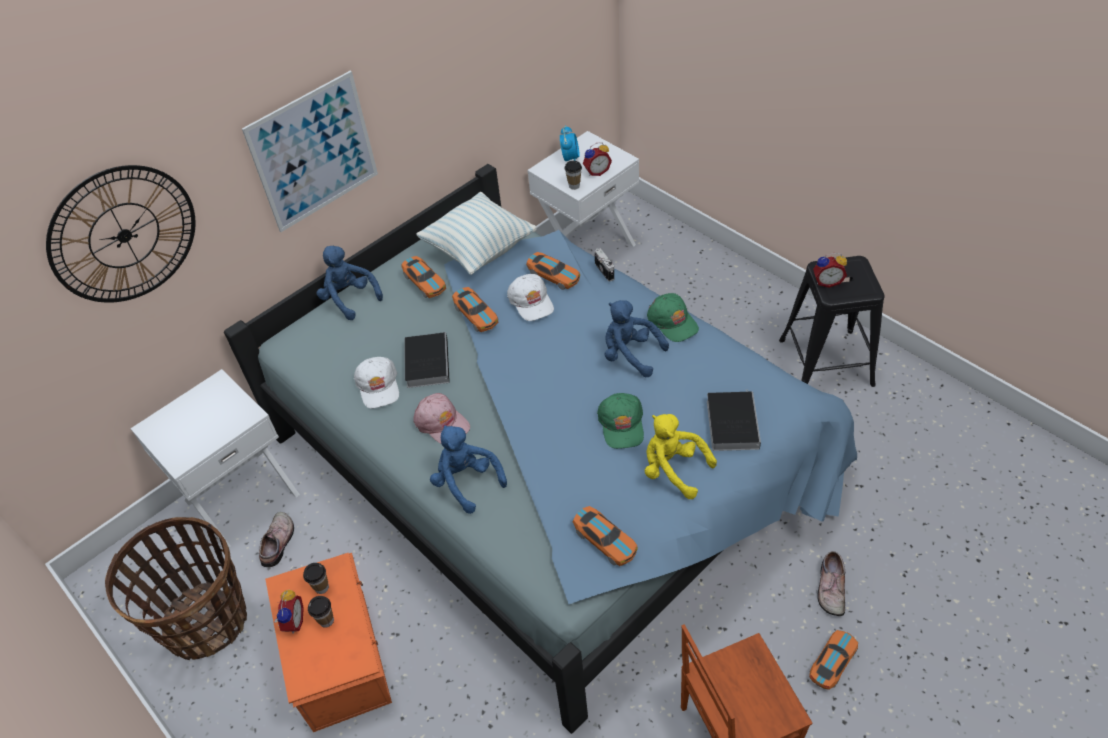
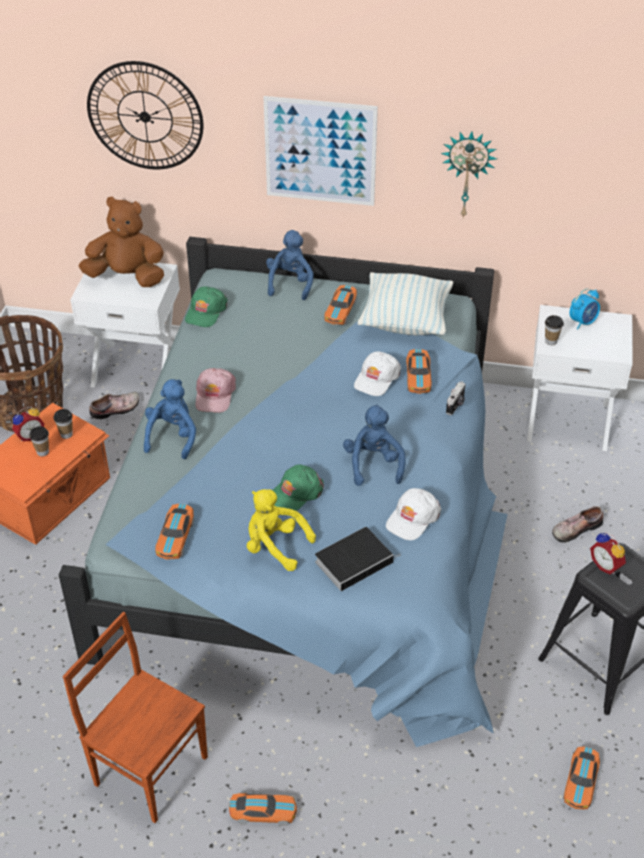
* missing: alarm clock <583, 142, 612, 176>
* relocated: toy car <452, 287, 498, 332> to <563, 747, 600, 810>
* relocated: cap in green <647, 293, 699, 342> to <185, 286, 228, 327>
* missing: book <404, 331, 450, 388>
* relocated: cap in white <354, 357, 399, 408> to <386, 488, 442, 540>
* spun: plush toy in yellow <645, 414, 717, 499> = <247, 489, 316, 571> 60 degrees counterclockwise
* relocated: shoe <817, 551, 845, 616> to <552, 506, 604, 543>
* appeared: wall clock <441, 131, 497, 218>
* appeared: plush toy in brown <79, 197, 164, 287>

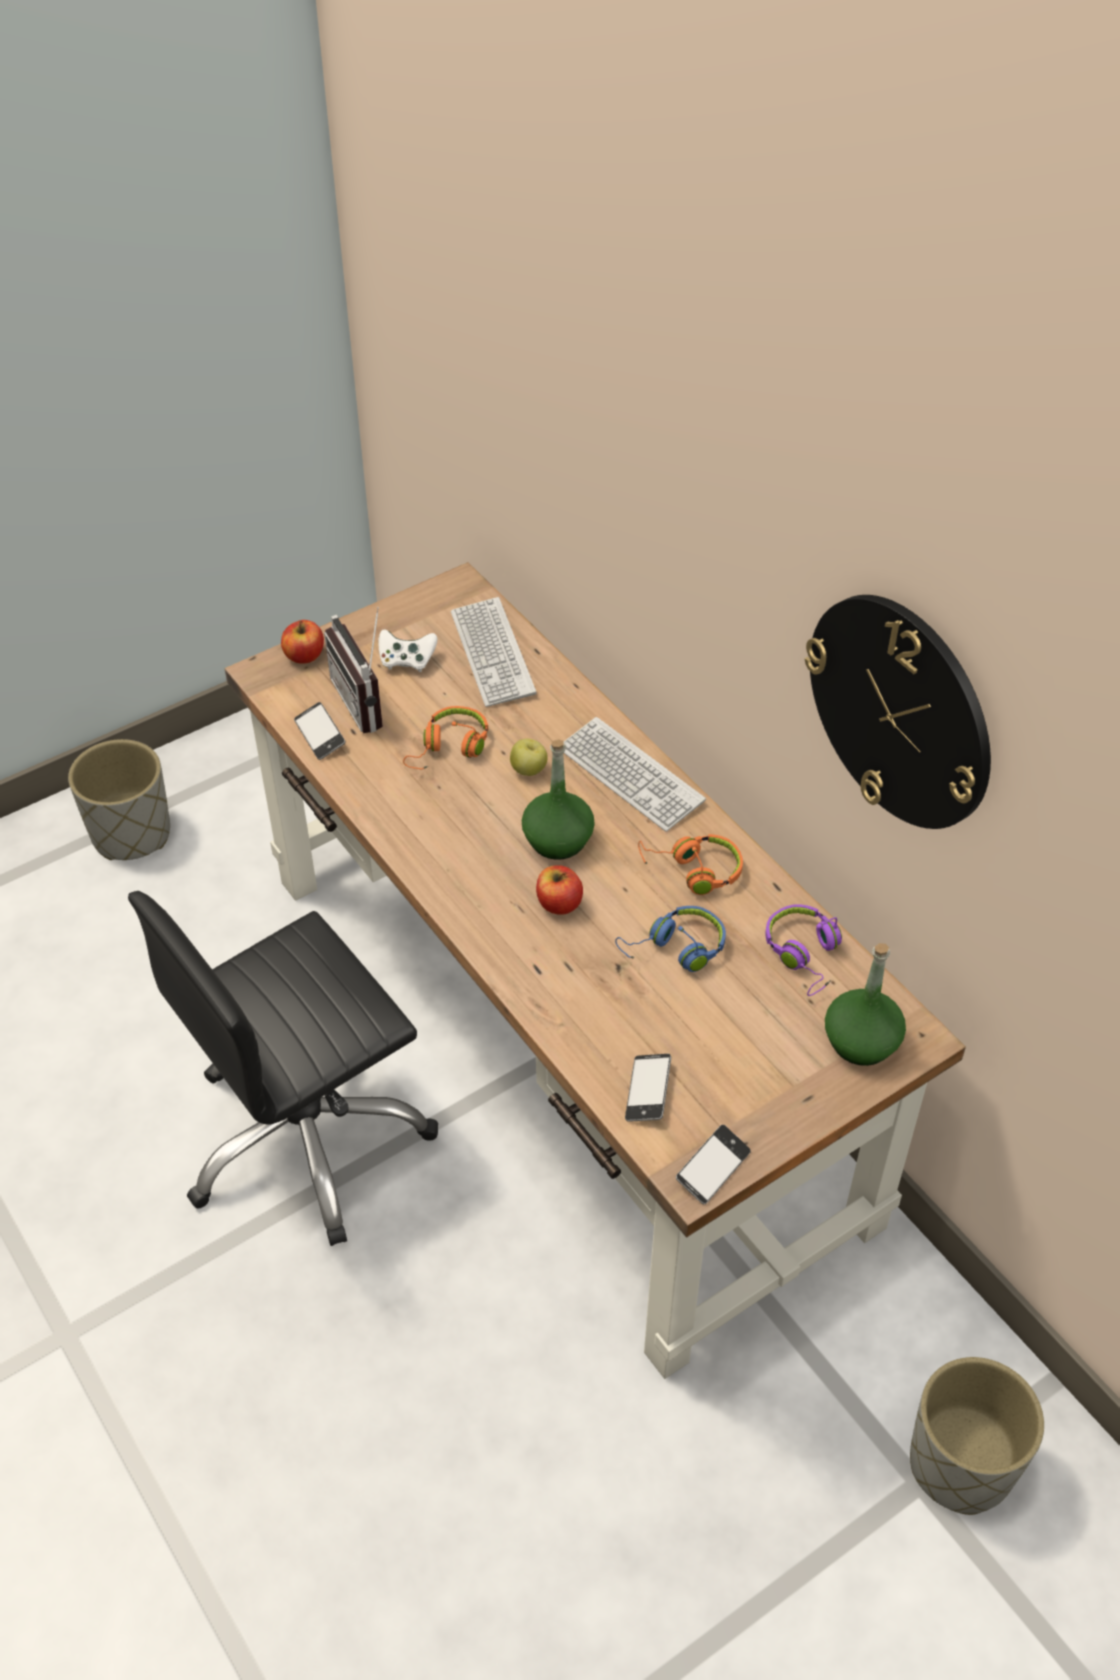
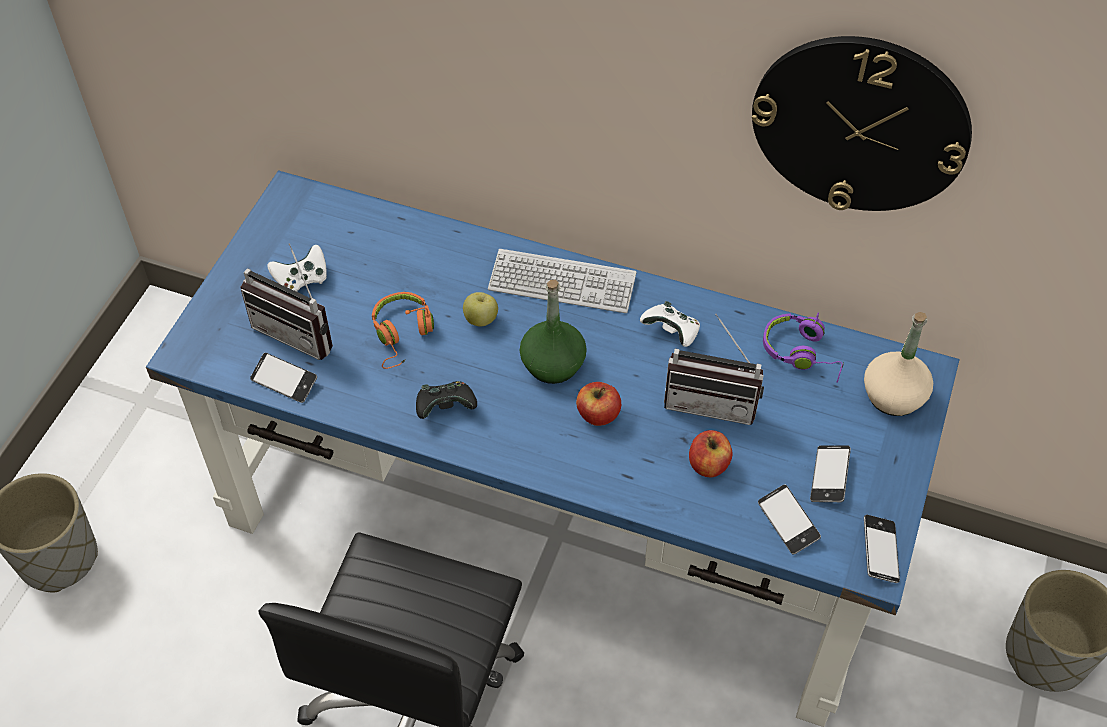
* colour: desk in brown <224, 562, 966, 1379> to desk in blue <146, 170, 960, 727>
* missing: keyboard <451, 597, 536, 707>
* relocated: apple <281, 620, 324, 664> to <689, 430, 733, 477>
* exchanged: headphones in orange <638, 834, 743, 895> to game controller in white <640, 301, 700, 347>
* exchanged: headphones in blue <615, 906, 726, 972> to radio <664, 314, 764, 425>
* colour: bottle in green <825, 943, 906, 1066> to bottle in beige <864, 312, 933, 416>
* appeared: game controller in black <416, 381, 477, 419>
* appeared: phone <810, 445, 851, 502>

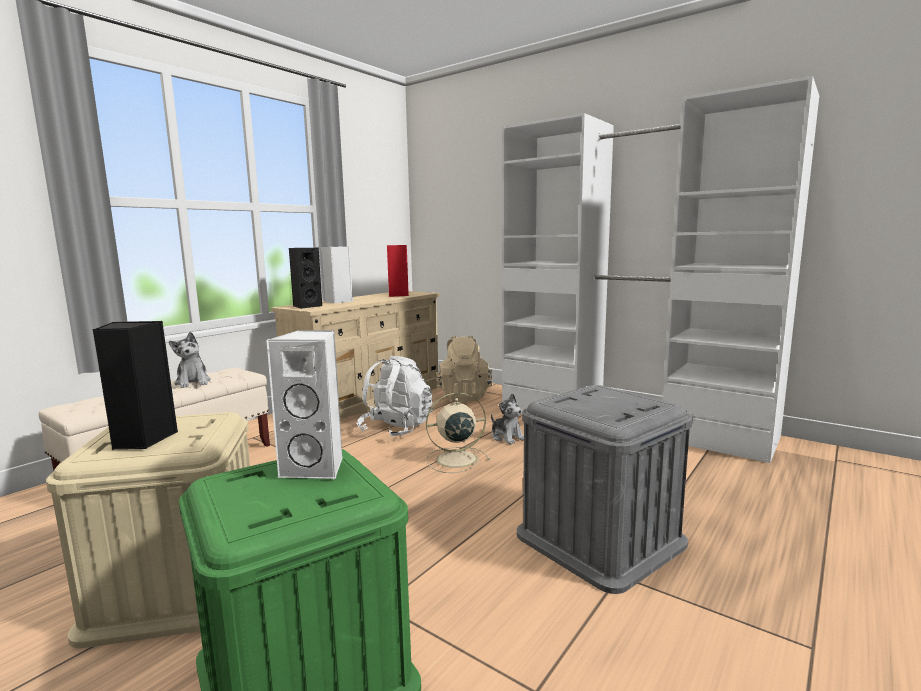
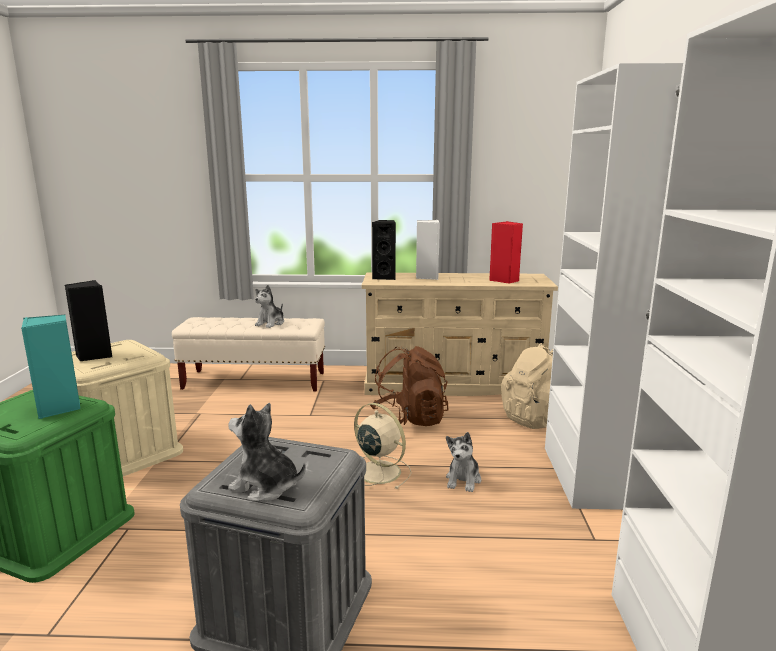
* colour: speaker in white <267, 330, 343, 480> to speaker in turquoise <21, 315, 80, 419>
* colour: backpack in white <357, 356, 433, 438> to backpack in brown <370, 346, 448, 426>
* appeared: plush toy <228, 403, 306, 502>

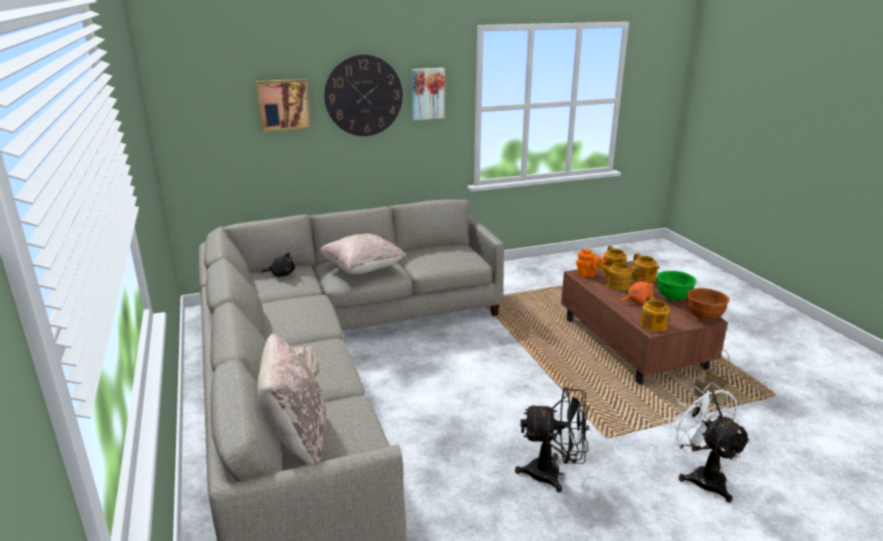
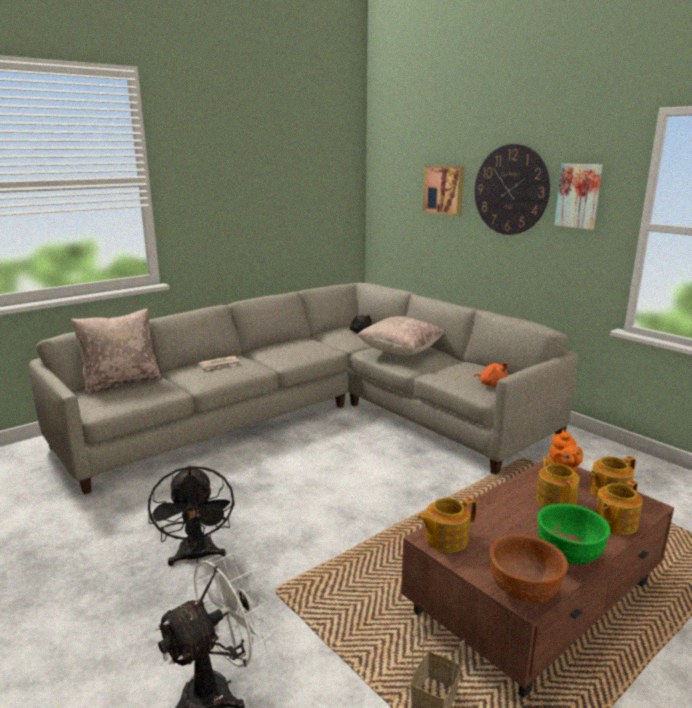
* relocated: plush toy in orange <620, 277, 654, 304> to <474, 363, 508, 387>

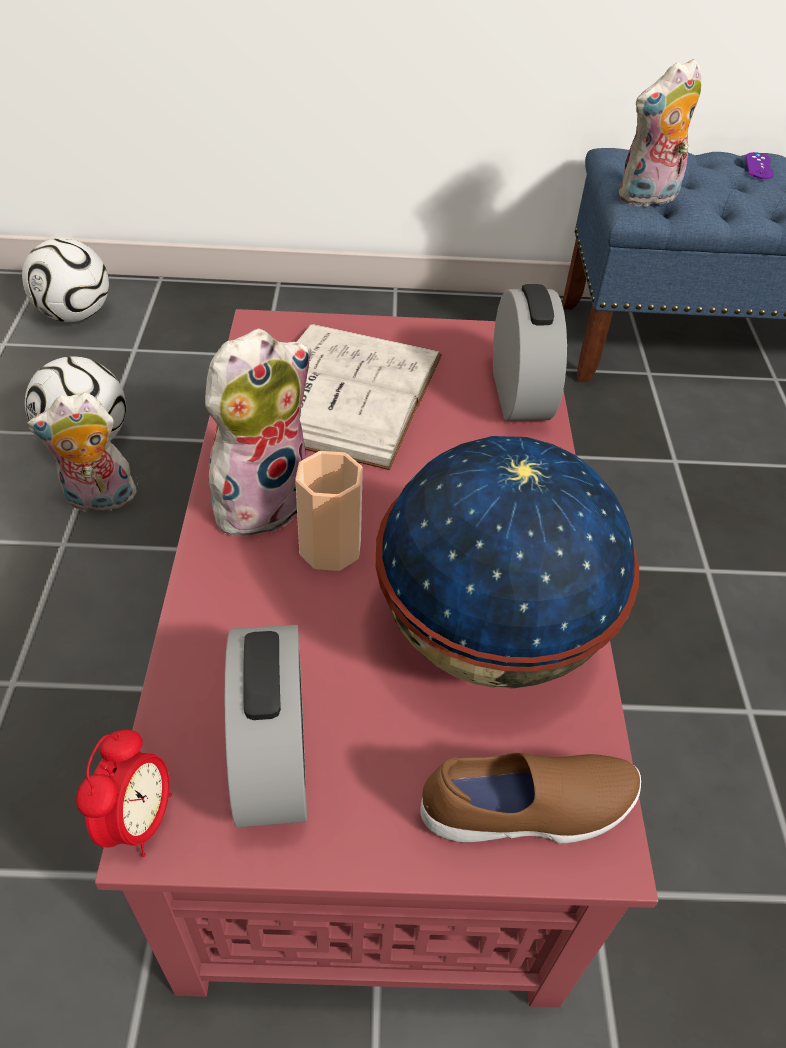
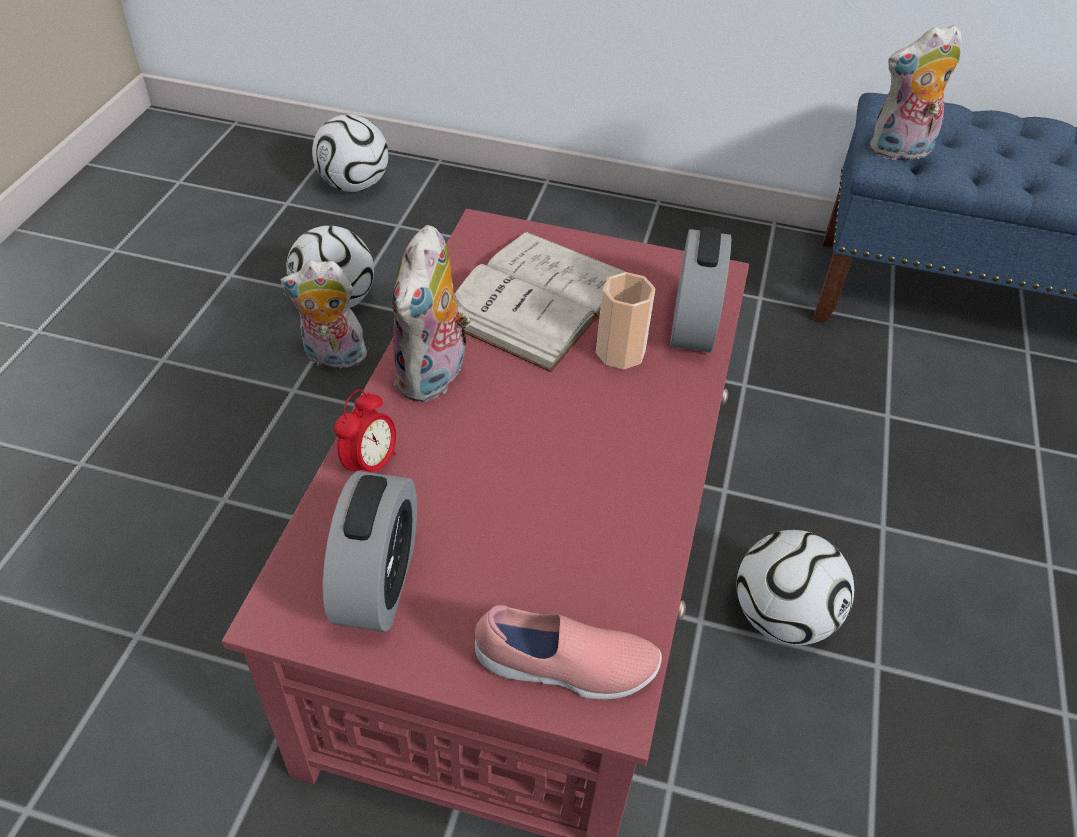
* missing: game controller in purple <746, 152, 774, 179>
* spun: plush toy <205, 329, 312, 542> = <392, 225, 471, 402> 135 degrees clockwise
* missing: globe <376, 436, 639, 688>
* relocated: cup <295, 451, 363, 571> to <596, 272, 655, 369>
* relocated: alarm clock <76, 730, 172, 857> to <334, 389, 396, 473>
* colour: shoe in brown <420, 753, 641, 843> to shoe in pink <475, 605, 662, 699>
* appeared: football <737, 530, 854, 645>

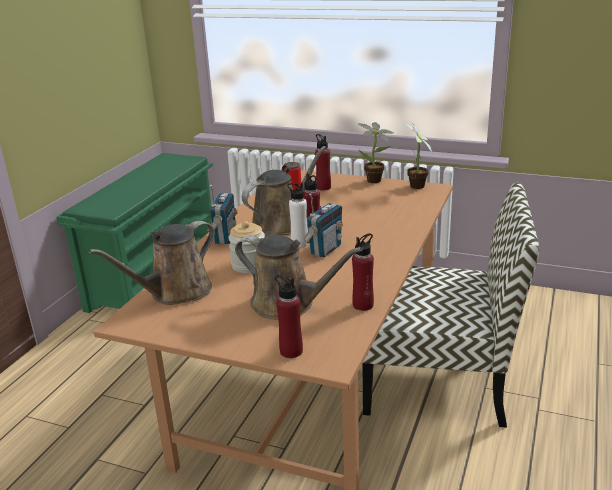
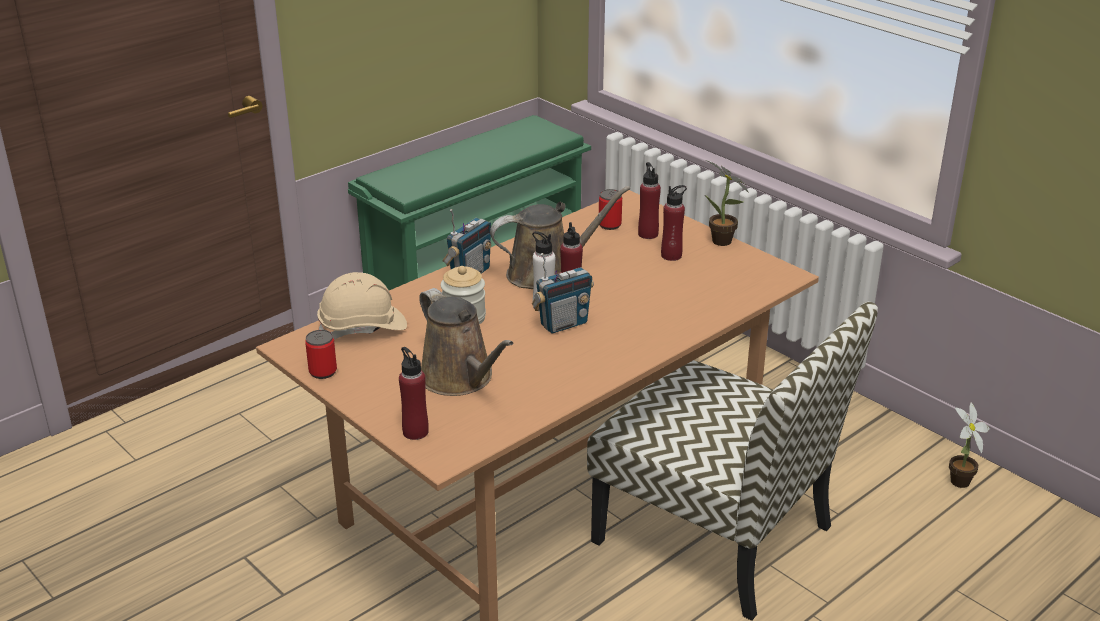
* relocated: potted plant <406, 123, 432, 189> to <949, 402, 990, 488>
* exchanged: watering can in brown <89, 221, 215, 305> to hard hat in beige <317, 272, 407, 339>
* relocated: bottle in red <352, 233, 374, 311> to <661, 185, 687, 261>
* appeared: can <305, 330, 337, 379>

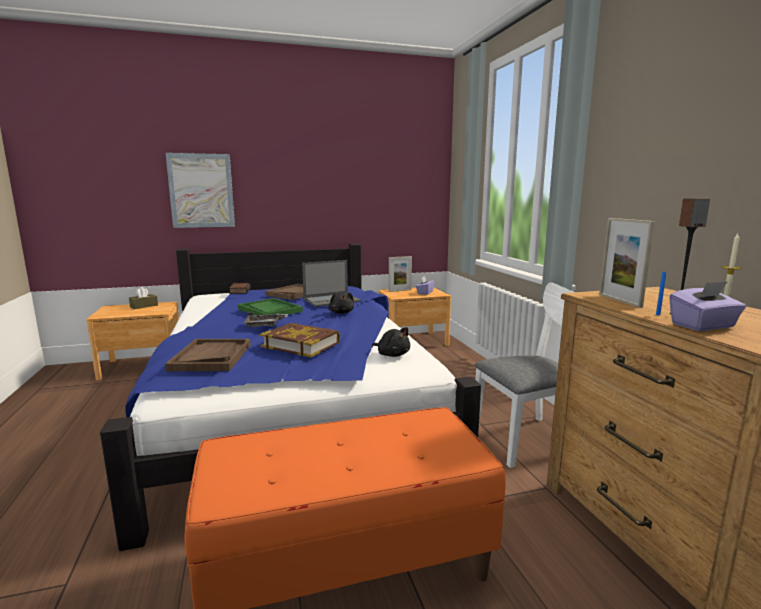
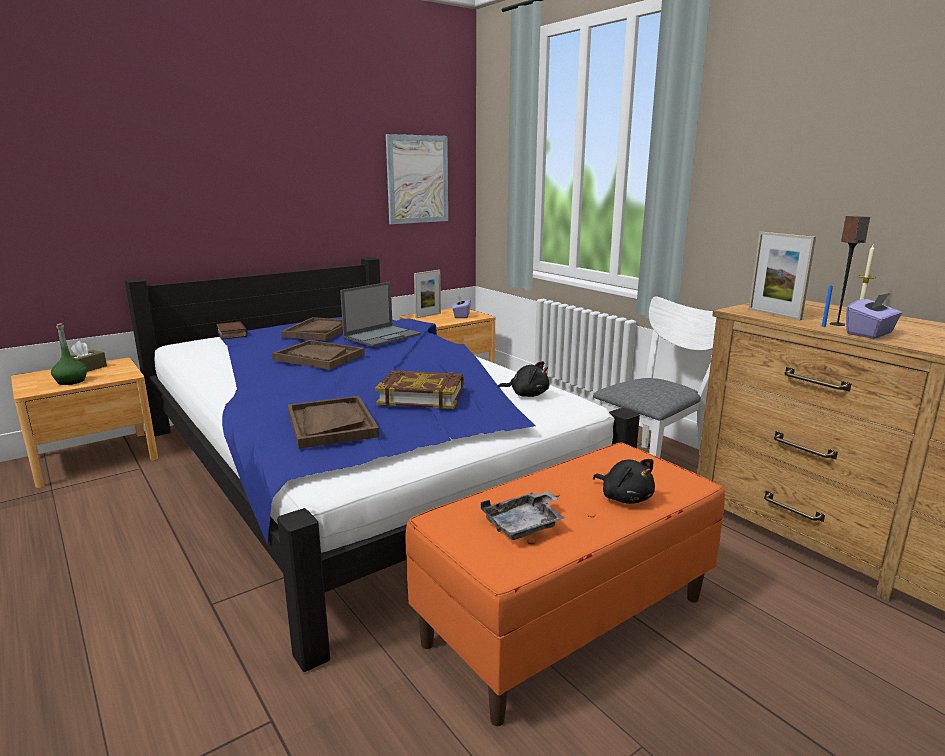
* relocated: picture <165, 153, 235, 228> to <386, 134, 448, 224>
* relocated: plush toy in black <328, 293, 354, 314> to <593, 459, 655, 504>
* colour: tray in green <238, 298, 303, 315> to tray in brown <272, 340, 365, 370>
* relocated: tray in grey <243, 312, 288, 327> to <481, 491, 565, 540>
* appeared: bottle in green <51, 323, 87, 385>

